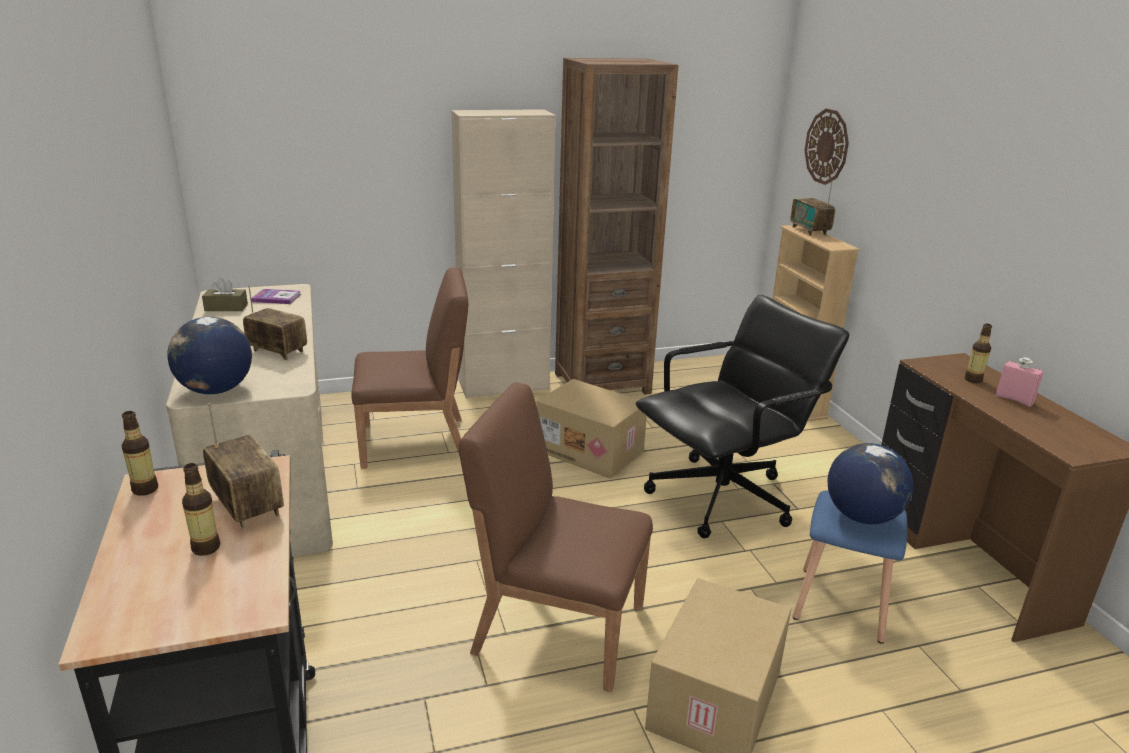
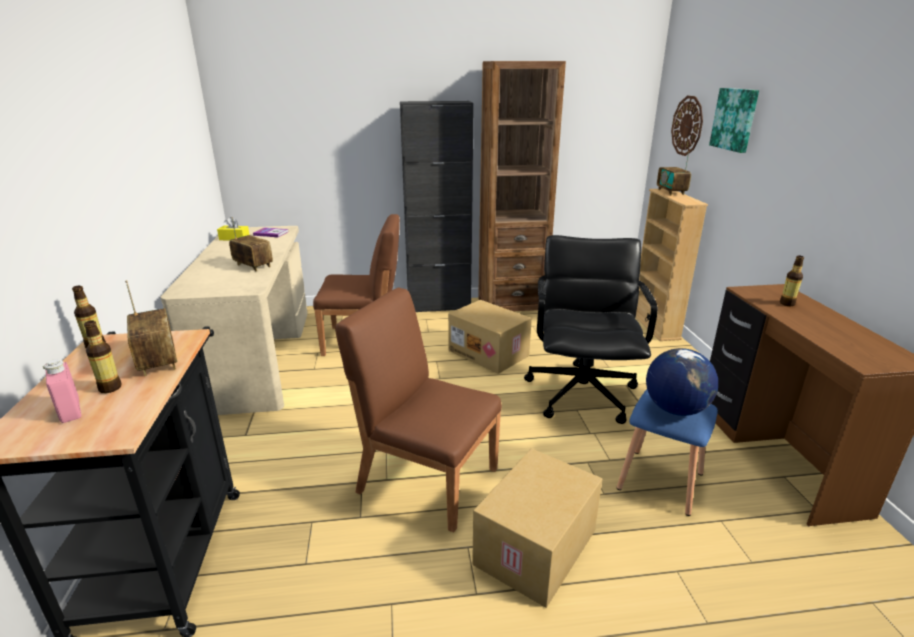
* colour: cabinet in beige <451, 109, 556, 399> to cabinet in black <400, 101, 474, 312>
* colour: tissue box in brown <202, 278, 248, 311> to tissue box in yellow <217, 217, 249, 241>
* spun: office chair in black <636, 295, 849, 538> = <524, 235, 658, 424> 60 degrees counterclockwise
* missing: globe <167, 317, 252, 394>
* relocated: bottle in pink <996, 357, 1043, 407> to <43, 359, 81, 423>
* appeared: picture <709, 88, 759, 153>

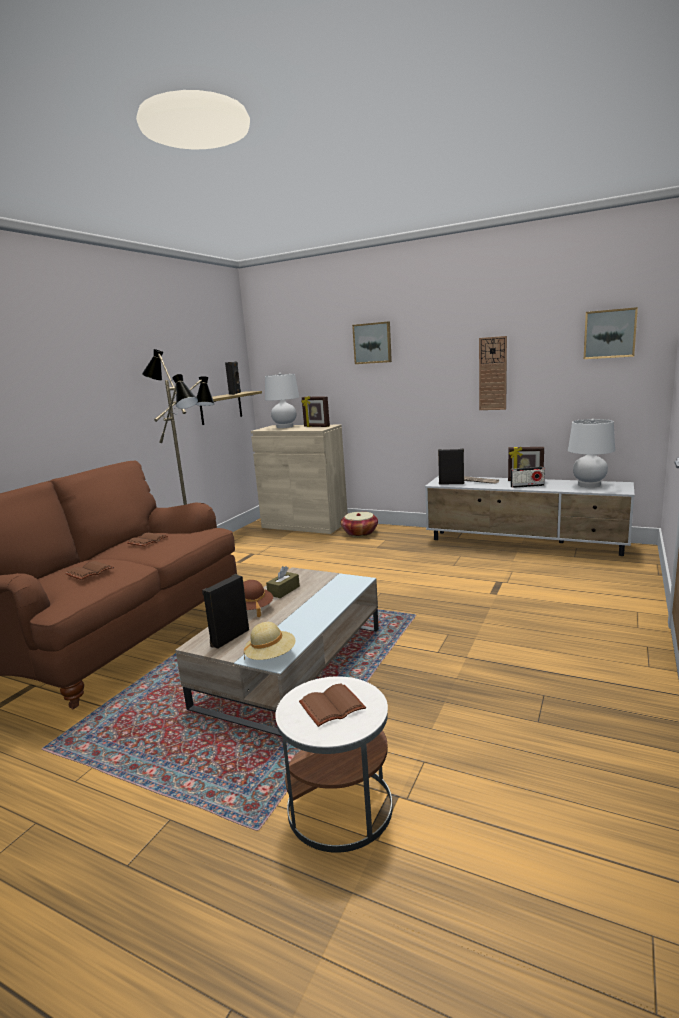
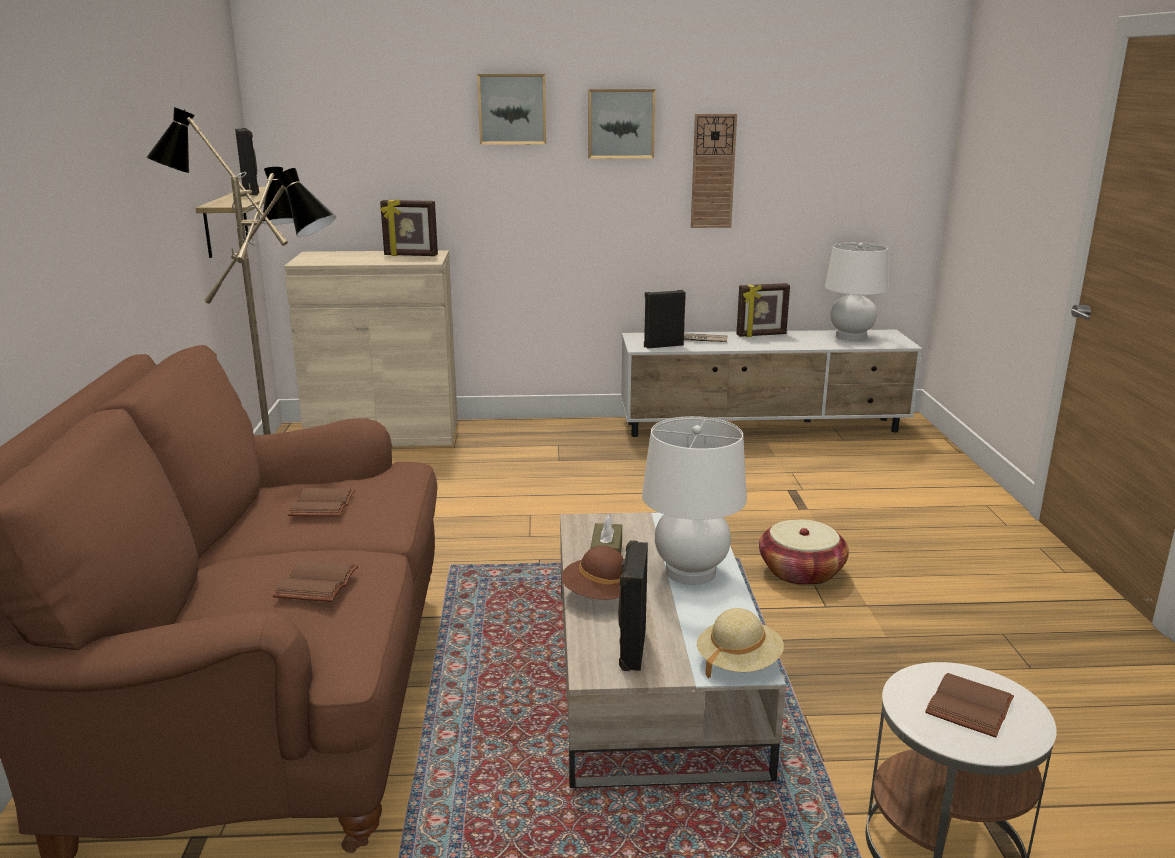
* relocated: picture <584, 307, 638, 359> to <588, 89, 656, 159>
* relocated: table lamp in white <265, 373, 299, 428> to <642, 416, 747, 585>
* missing: radio <511, 467, 545, 488>
* relocated: basket <341, 512, 378, 537> to <759, 519, 849, 586>

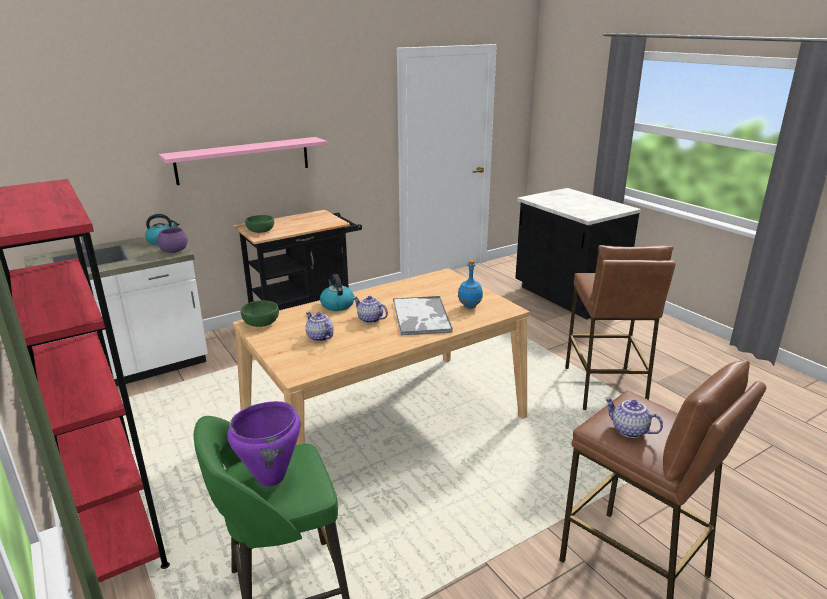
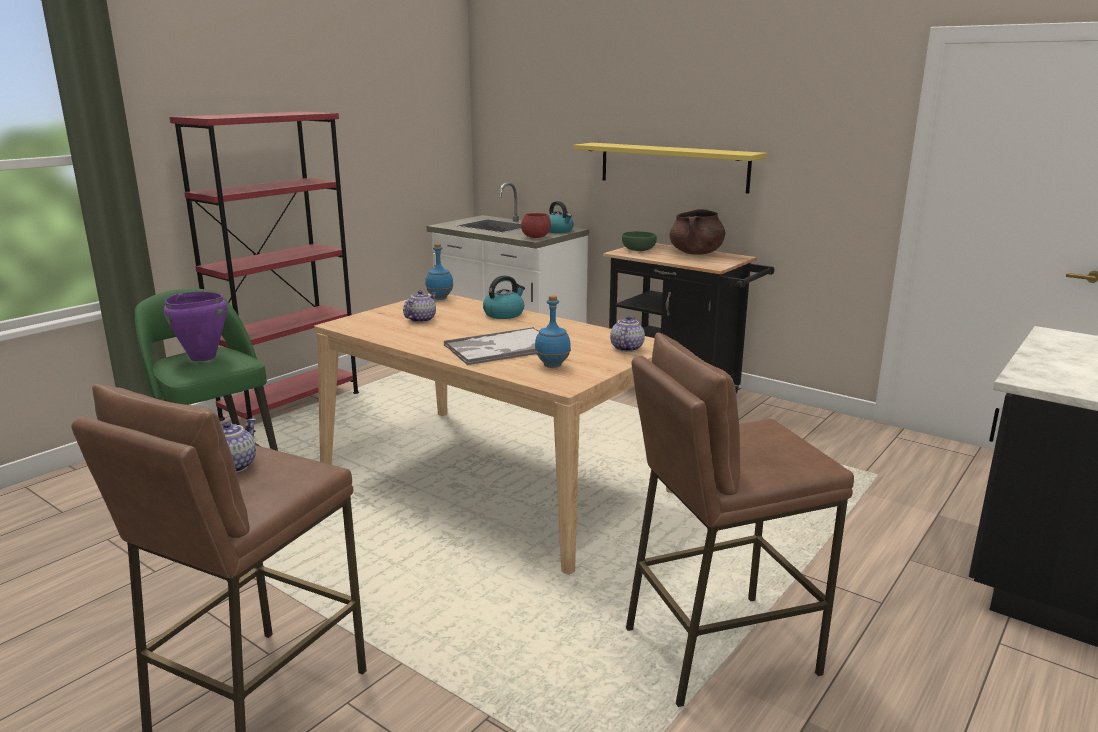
* colour: shelf in pink <158, 137, 327, 185> to shelf in yellow <573, 143, 767, 194>
* colour: bowl in purple <157, 227, 188, 253> to bowl in red <521, 213, 551, 238>
* relocated: teapot <353, 296, 388, 323> to <610, 316, 645, 352>
* exchanged: bowl in green <241, 300, 279, 327> to bottle in blue <425, 243, 454, 300>
* appeared: cooking pot in brown <670, 209, 725, 255>

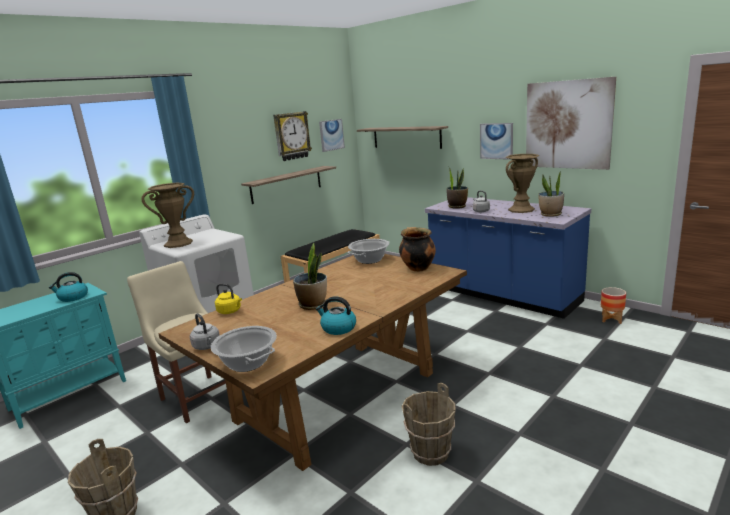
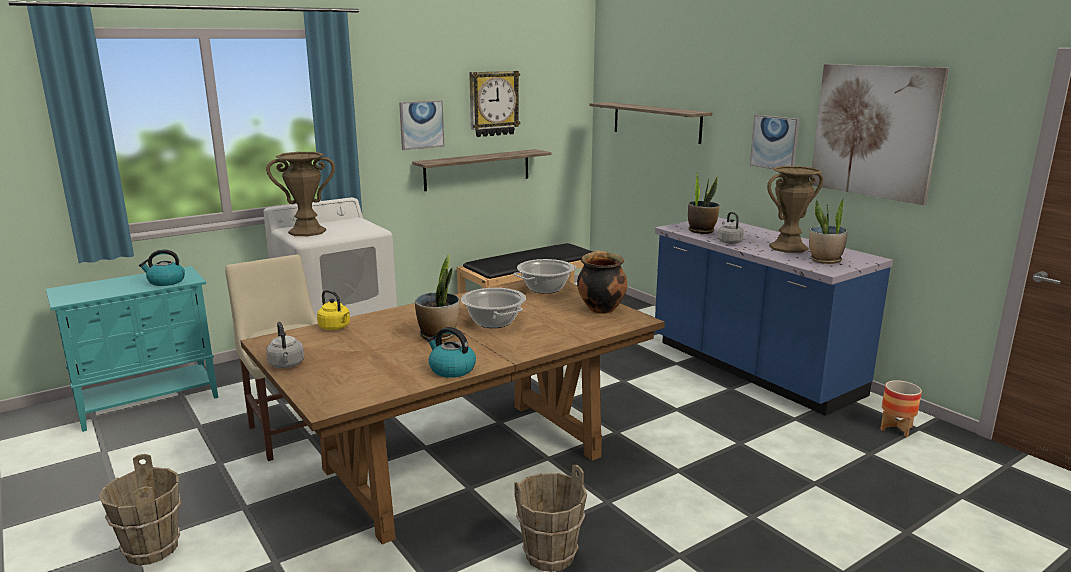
* relocated: picture <319, 119, 345, 152> to <399, 100, 444, 150>
* relocated: cooking pot <211, 326, 277, 372> to <461, 288, 526, 328>

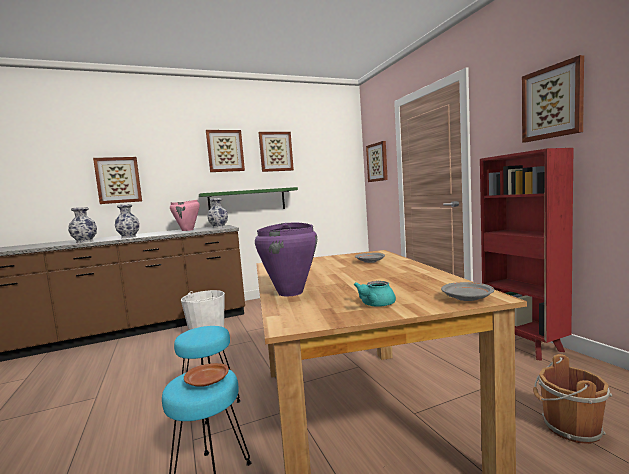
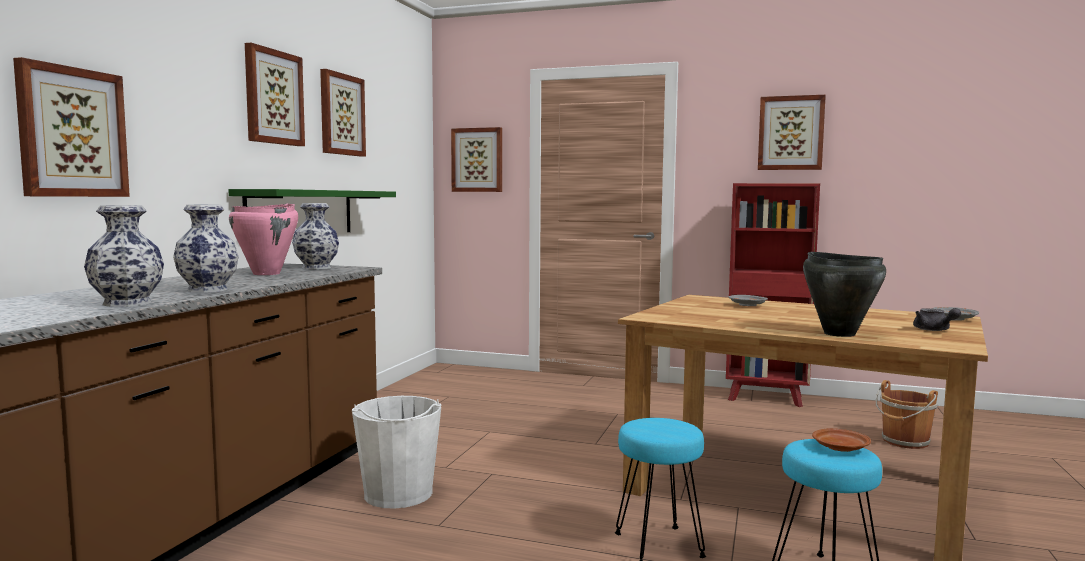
* colour: cooking pot in purple <255, 223, 317, 296> to cooking pot in black <803, 252, 886, 337>
* colour: teapot in turquoise <354, 281, 396, 307> to teapot in grey <913, 308, 961, 331>

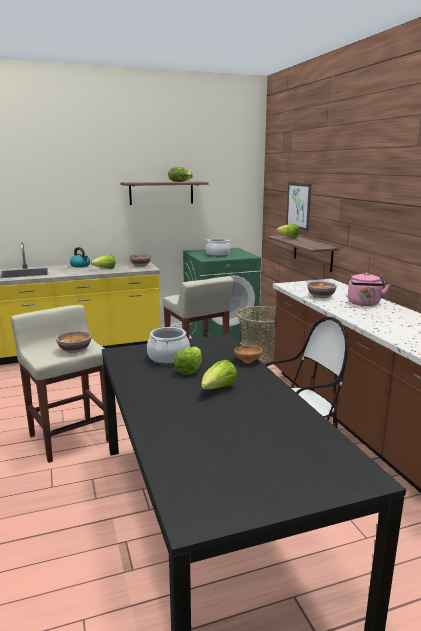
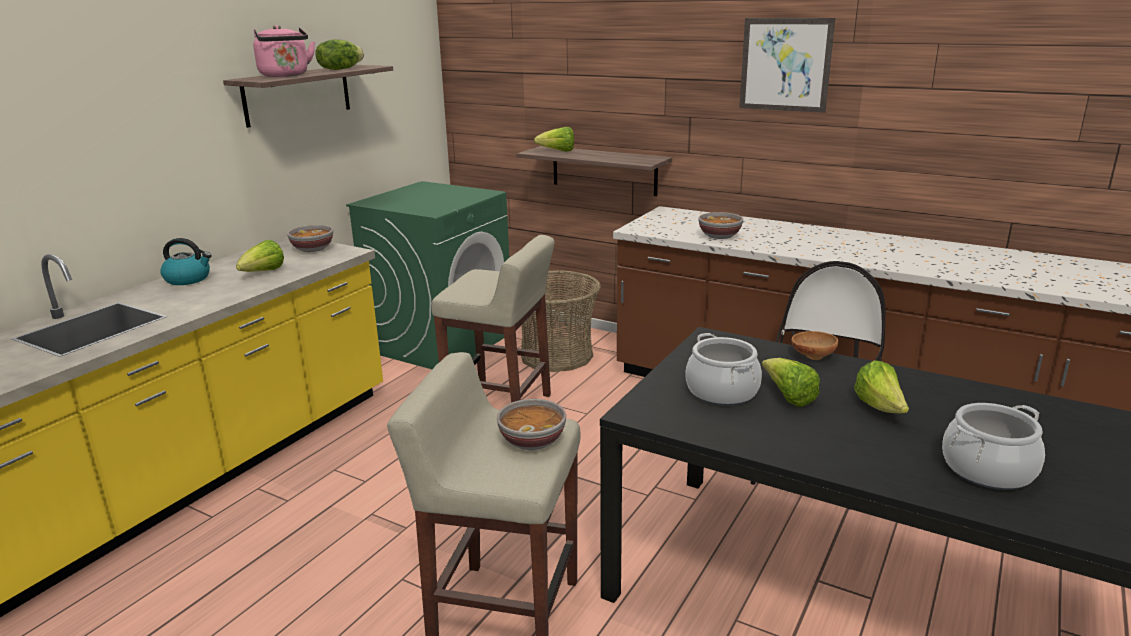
* relocated: picture <286, 182, 311, 231> to <739, 18, 835, 113>
* relocated: cooking pot <205, 239, 231, 257> to <942, 403, 1045, 490>
* relocated: kettle in pink <348, 272, 390, 306> to <253, 25, 315, 77>

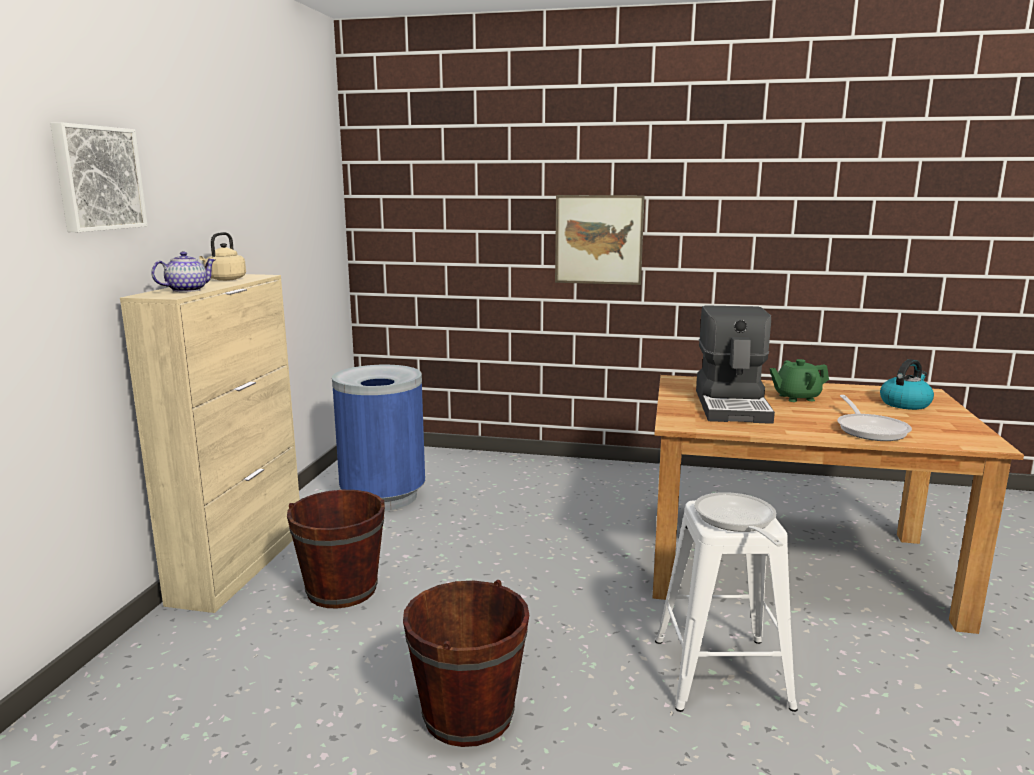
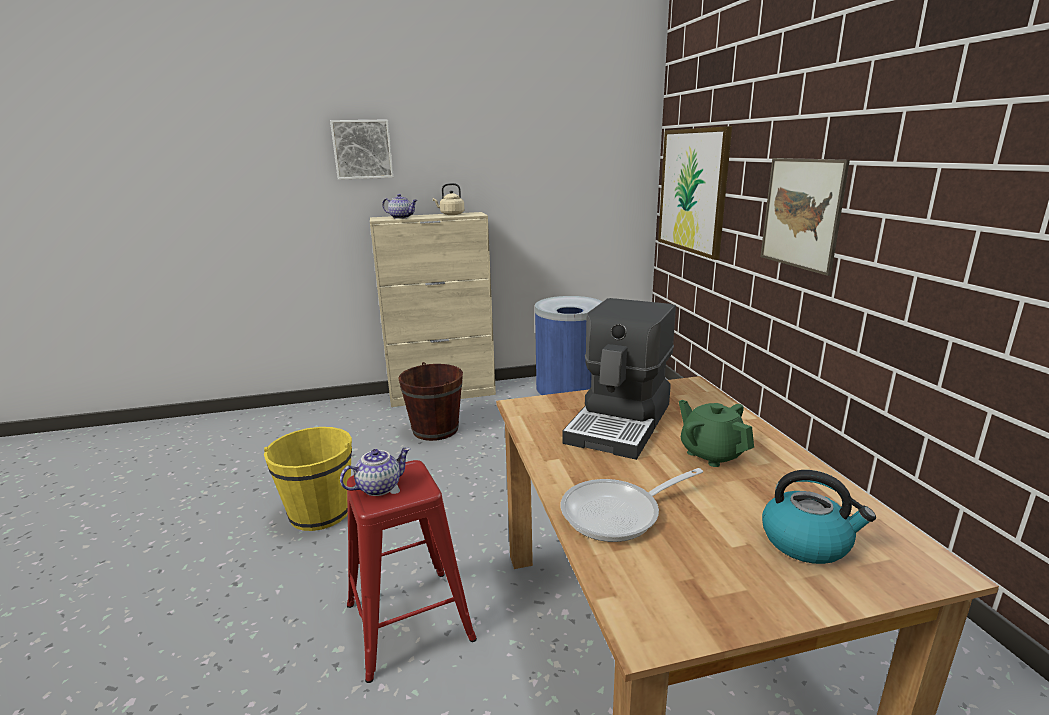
* spun: coffee machine <696, 305, 775, 424> = <562, 298, 676, 460> 45 degrees counterclockwise
* exchanged: frying pan <694, 492, 784, 546> to teapot <340, 448, 410, 496>
* colour: stool in white <655, 500, 798, 712> to stool in red <347, 460, 477, 683>
* colour: bucket in brown <403, 580, 529, 747> to bucket in yellow <264, 427, 352, 531>
* appeared: picture <658, 126, 732, 260>

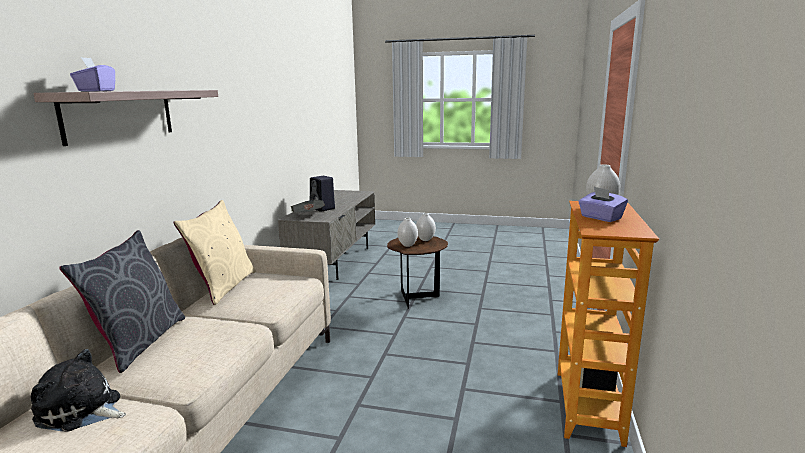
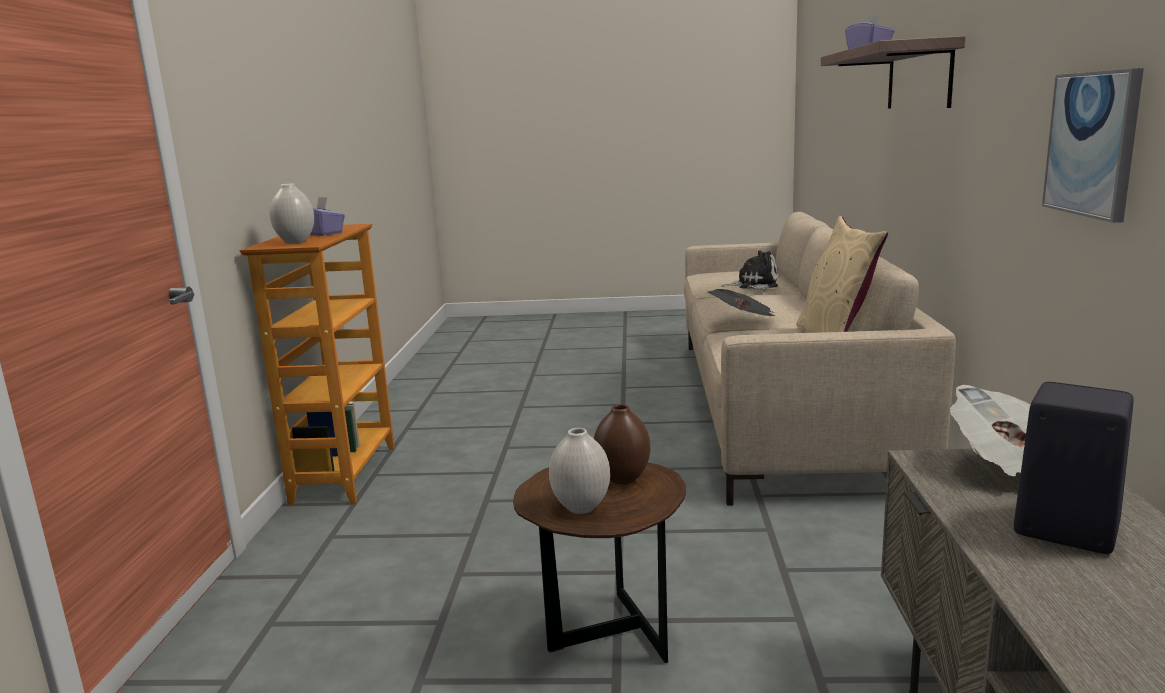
* colour: vase in white <398, 218, 418, 247> to vase in brown <594, 404, 650, 485>
* missing: pillow in grey <59, 230, 185, 373>
* appeared: picture <1042, 68, 1144, 223>
* appeared: newspaper <708, 289, 776, 316>

